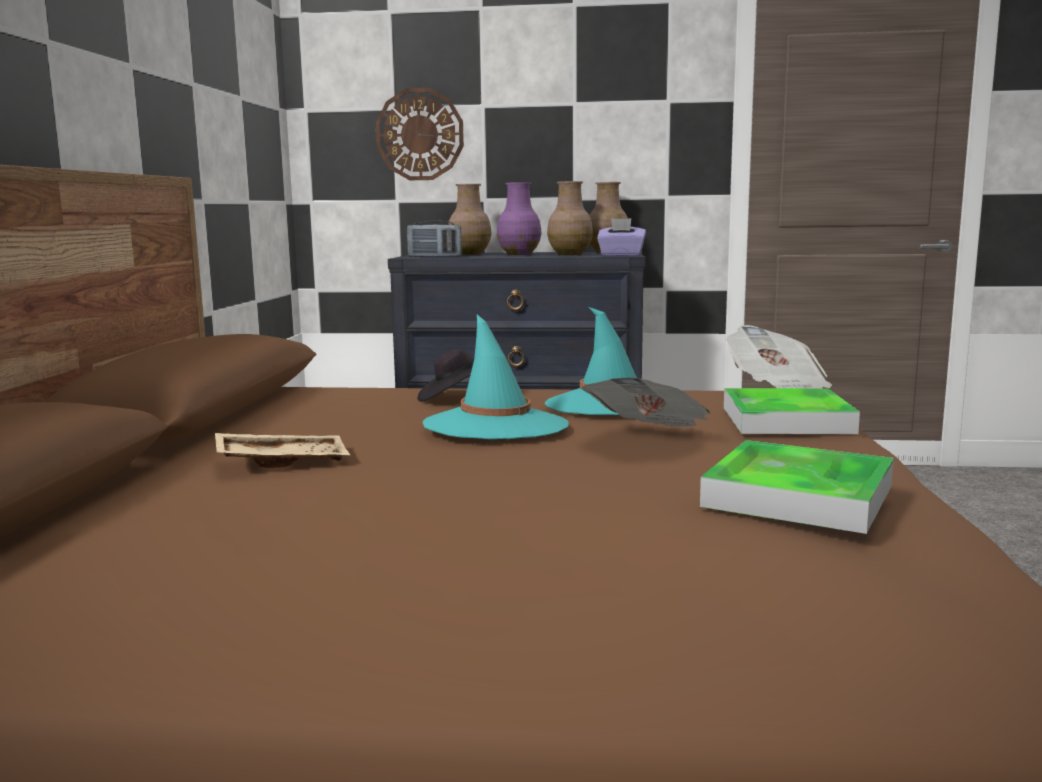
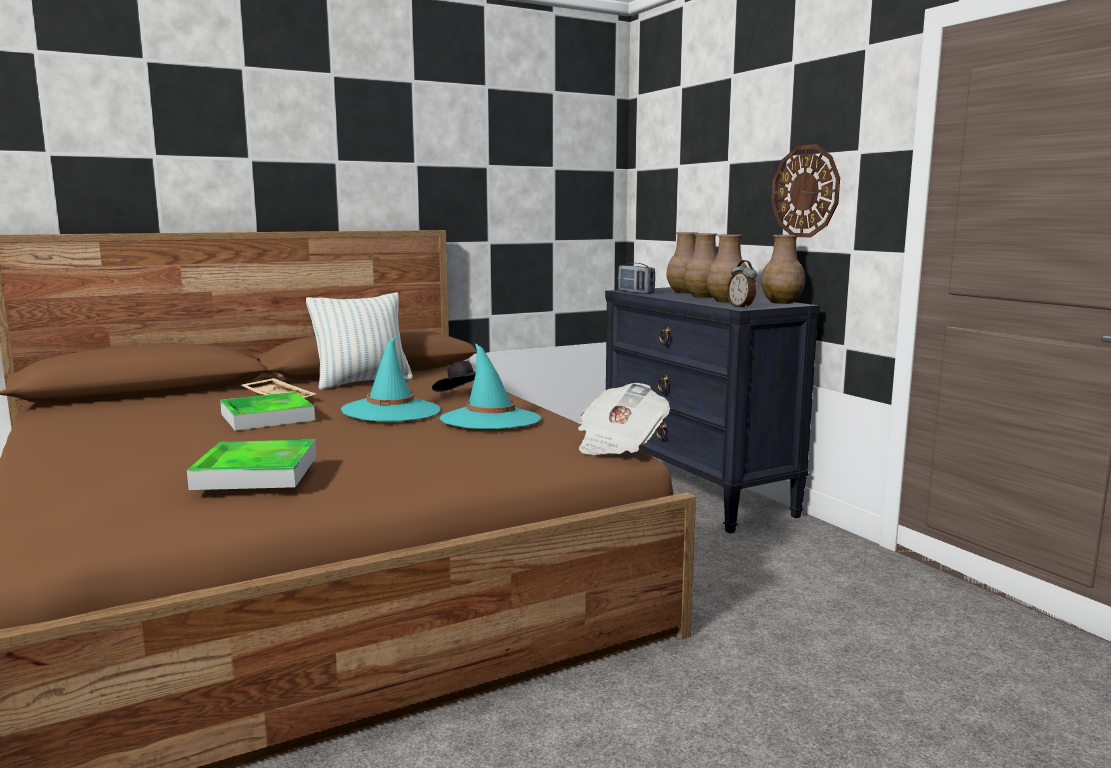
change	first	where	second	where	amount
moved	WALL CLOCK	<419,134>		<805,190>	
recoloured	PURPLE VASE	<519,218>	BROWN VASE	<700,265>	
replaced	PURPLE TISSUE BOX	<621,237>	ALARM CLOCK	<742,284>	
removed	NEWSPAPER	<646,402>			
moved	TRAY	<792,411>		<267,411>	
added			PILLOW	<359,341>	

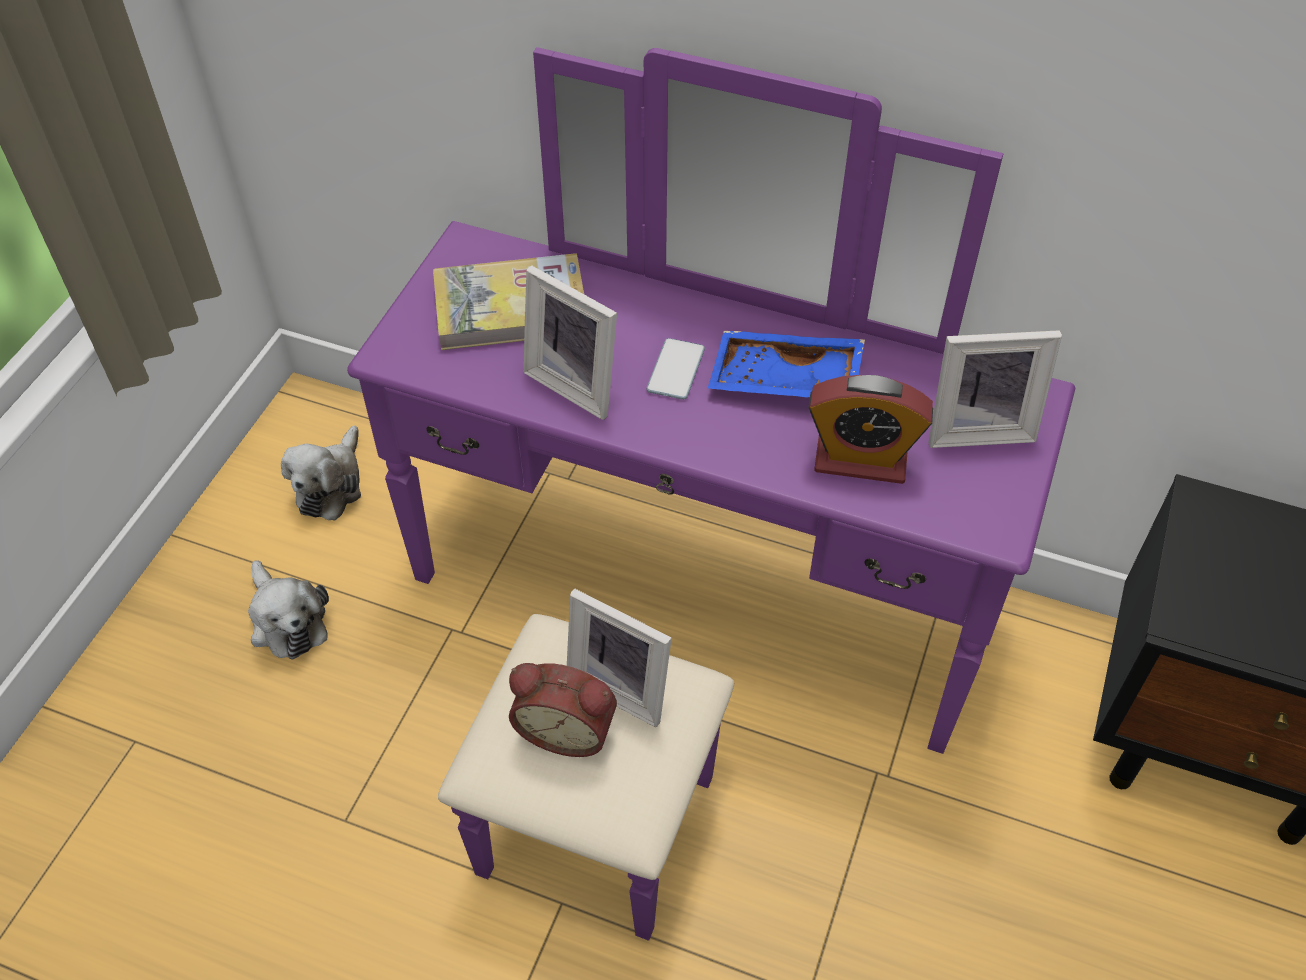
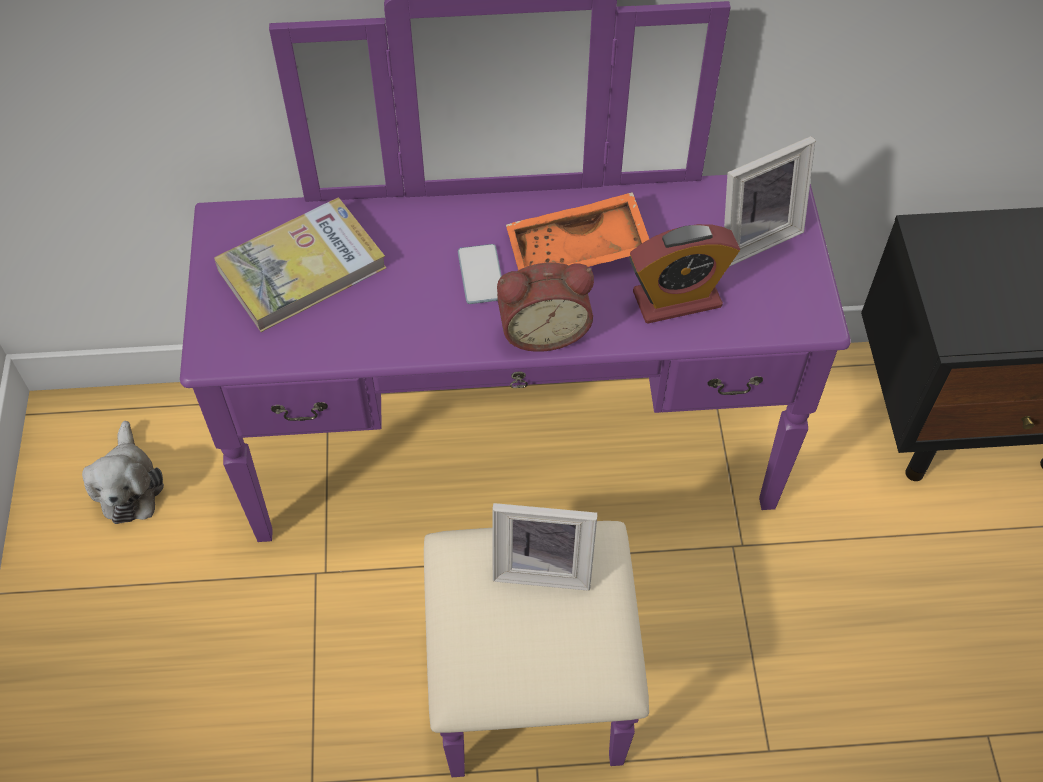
change	first	where	second	where	amount
removed	PICTURE FRAME	<570,342>			
recoloured	BLUE TRAY	<786,364>	ORANGE TRAY	<577,231>	
removed	PLUSH TOY	<288,610>			
moved	ALARM CLOCK	<563,710>		<545,307>	

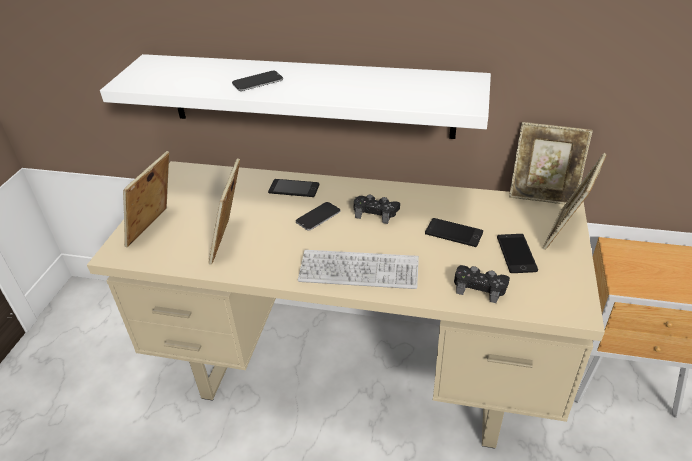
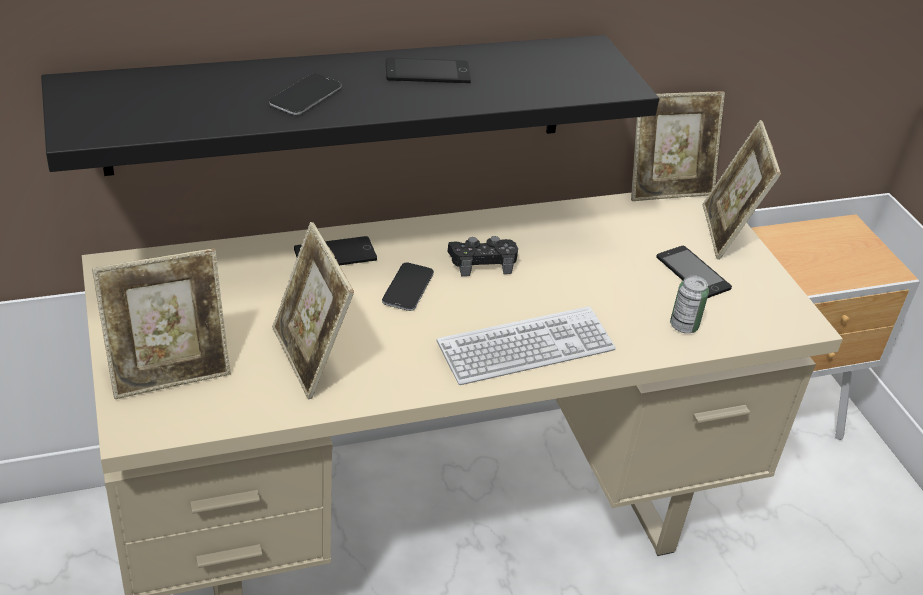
change	first	where	second	where	amount
recoloured	WHITE SHELF	<295,96>	BLACK SHELF	<350,105>	
turned	PICTURE FRAME	<146,199>		<161,323>	105 degrees counterclockwise
moved	PHONE	<454,232>		<428,70>	
replaced	BLACK GAME CONTROLLER	<482,284>	CAN	<689,304>	

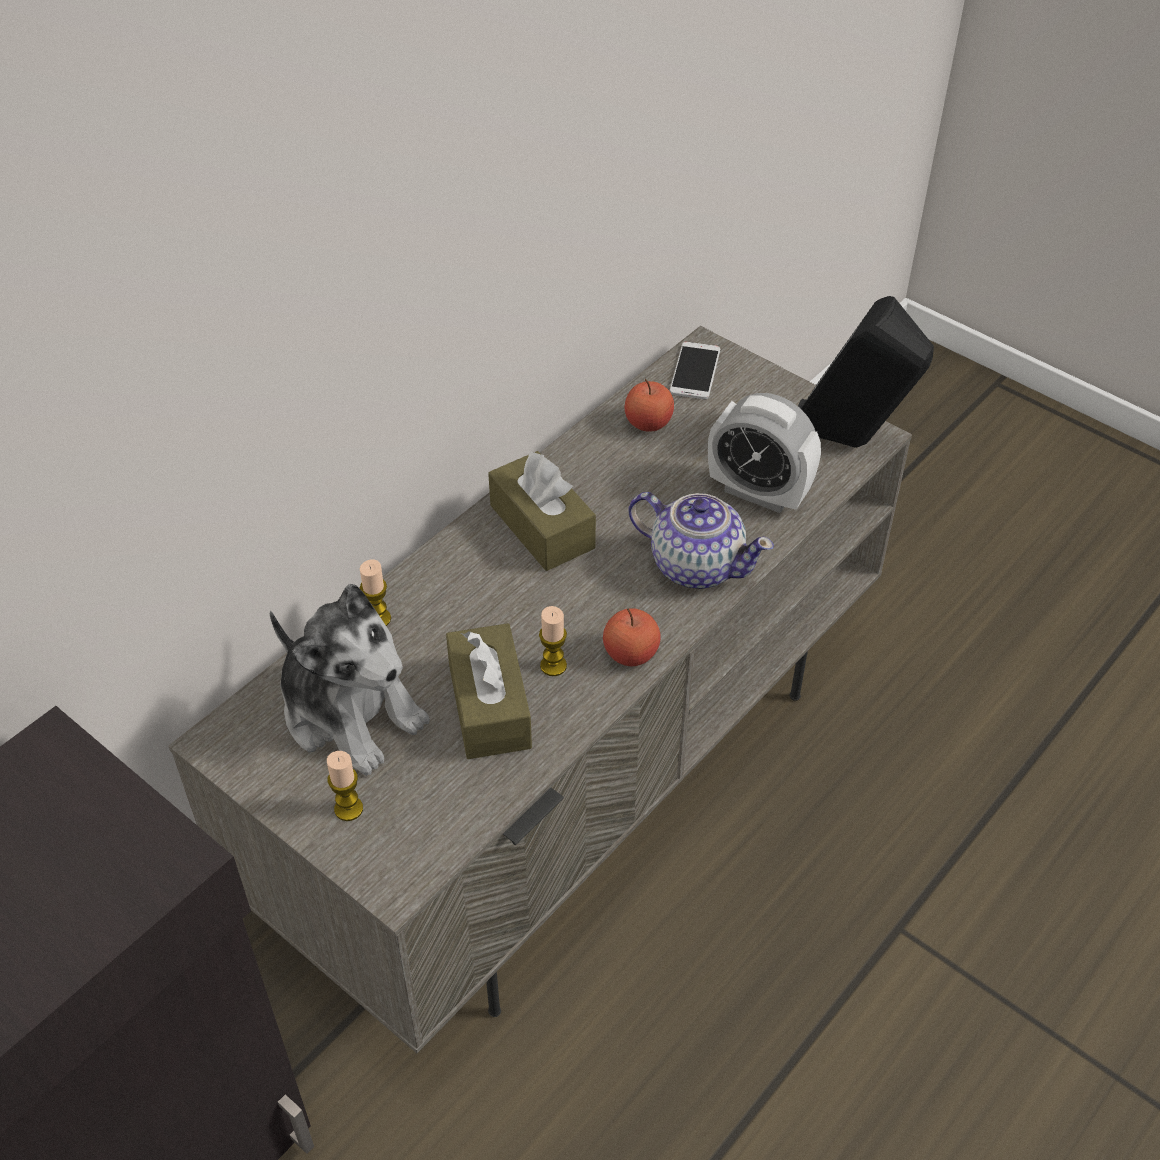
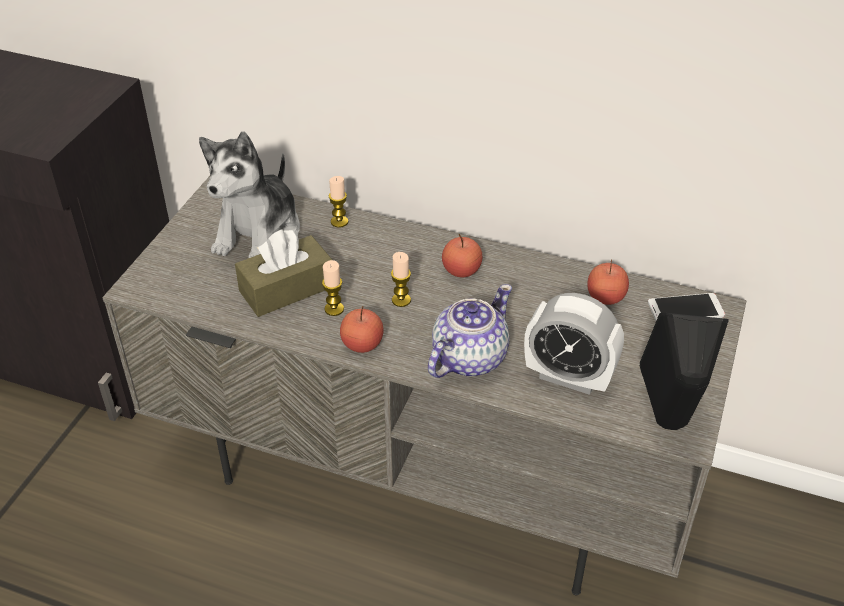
change	first	where	second	where	amount
turned	ALARM CLOCK	<764,453>		<574,344>	75 degrees counterclockwise
replaced	BROWN TISSUE BOX	<542,511>	APPLE	<462,255>	
turned	TEAPOT	<701,540>		<470,331>	150 degrees counterclockwise
moved	CANDLE	<345,786>		<401,279>	

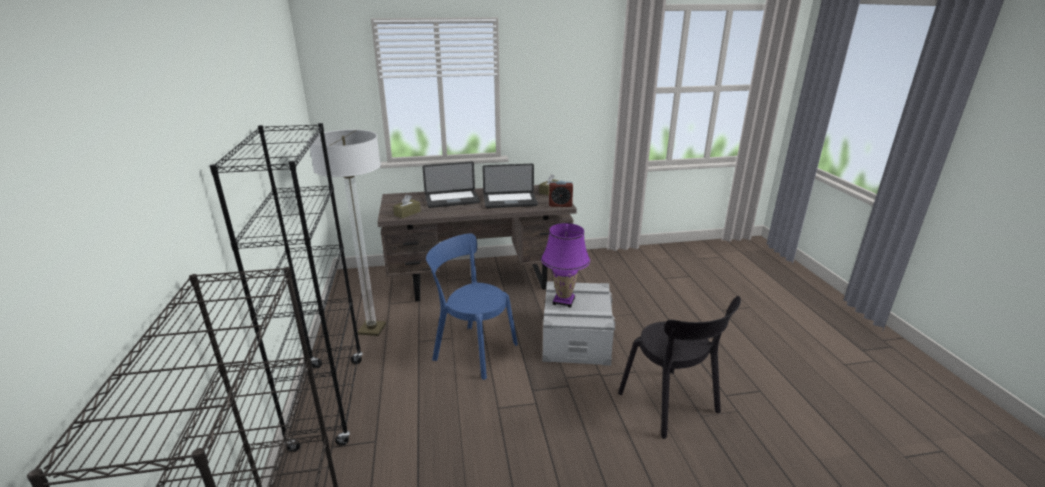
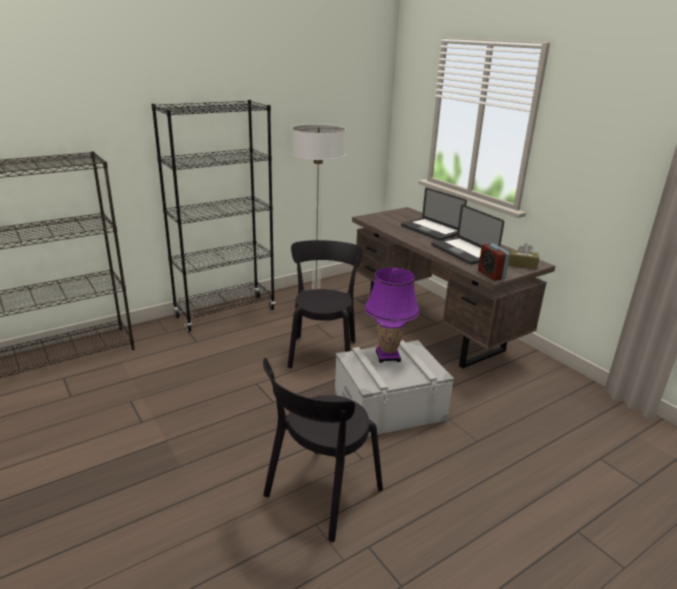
change	first	where	second	where	amount
removed	BROWN TISSUE BOX	<407,206>			
recoloured	BLUE CHAIR	<472,306>	BLACK CHAIR	<325,304>	

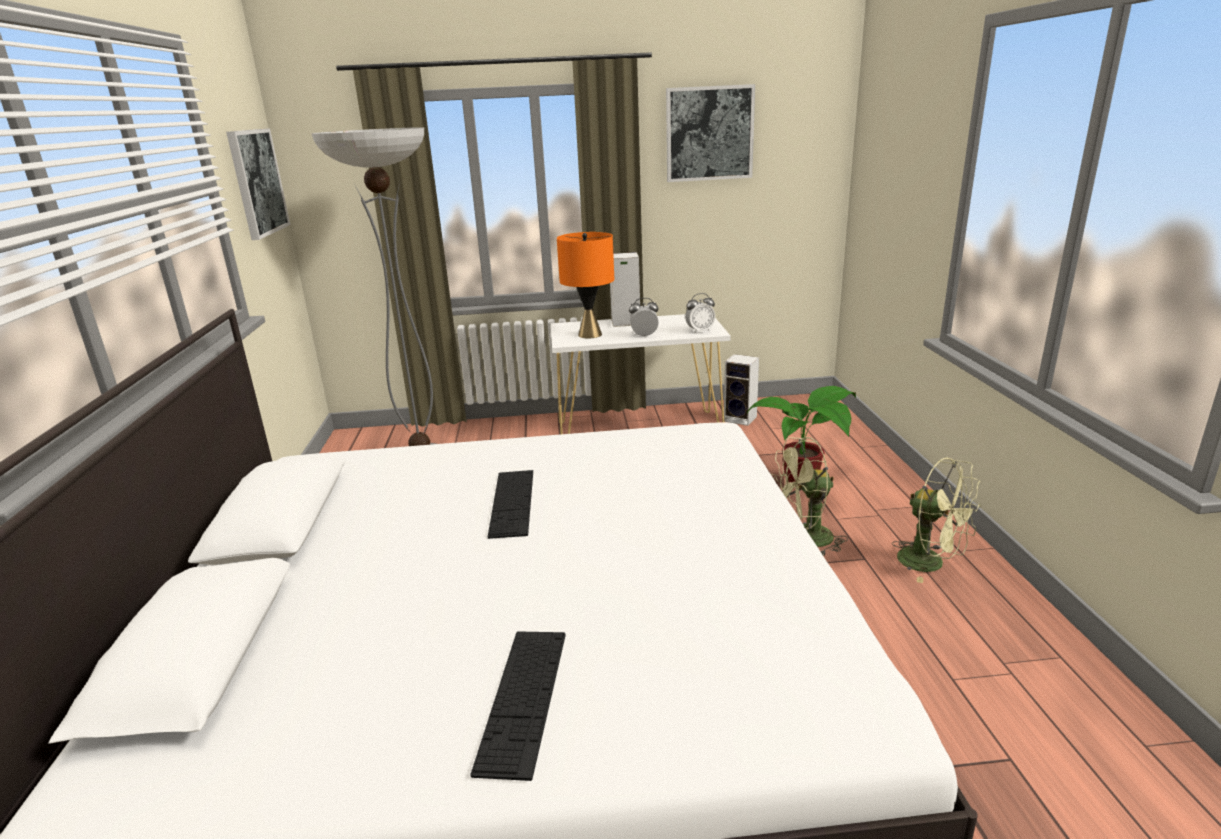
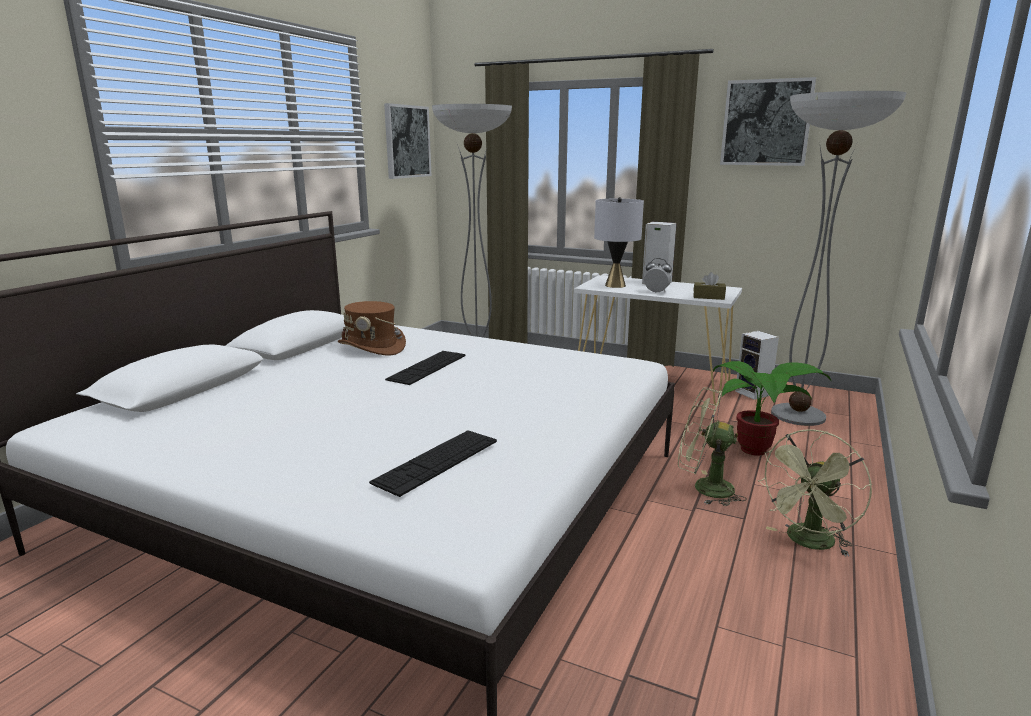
change	first	where	second	where	amount
recoloured	ORANGE TABLE LAMP	<585,285>	GREY TABLE LAMP	<619,242>	
replaced	ALARM CLOCK	<700,313>	BROWN TISSUE BOX	<710,286>	
turned	GREEN FAN	<936,520>		<815,492>	60 degrees clockwise
moved	KEYBOARD	<518,706>		<433,463>	
added			FLOOR LAMP	<838,258>	
added			BROWN HAT	<372,328>	

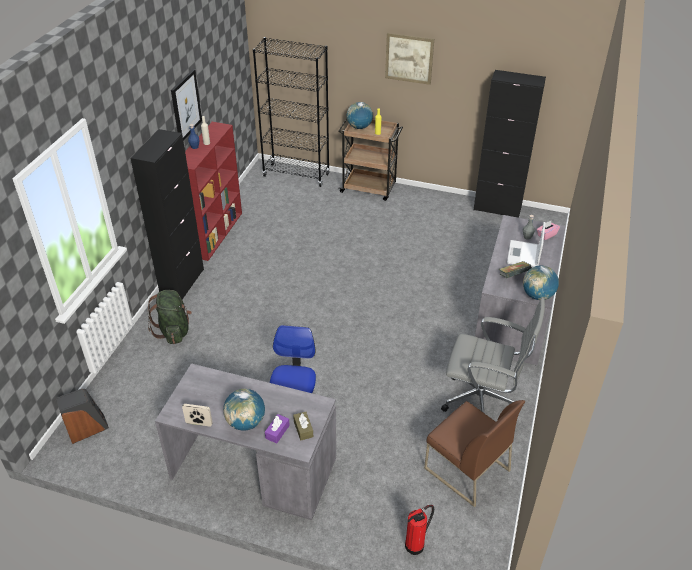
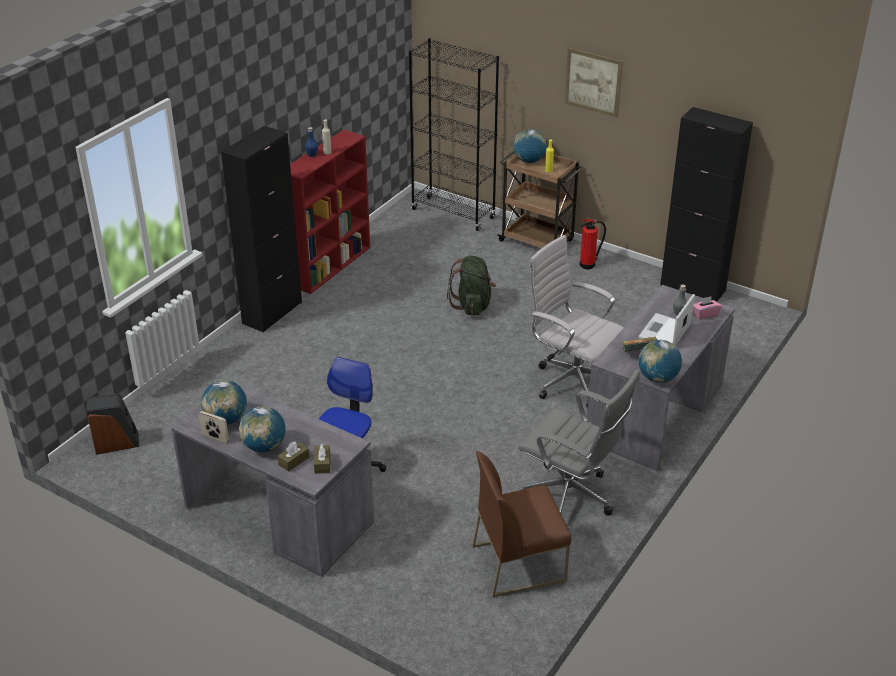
change	first	where	second	where	amount
removed	PICTURE	<186,105>			
moved	GREEN BACKPACK	<169,317>		<471,286>	
turned	BROWN CHAIR	<474,453>		<521,524>	105 degrees clockwise
recoloured	PURPLE TISSUE BOX	<277,428>	BROWN TISSUE BOX	<293,456>	
moved	FIRE EXTINGUISHER	<419,530>		<593,244>	
added			WHITE OFFICE CHAIR	<576,321>	
added			GLOBE	<224,402>	

